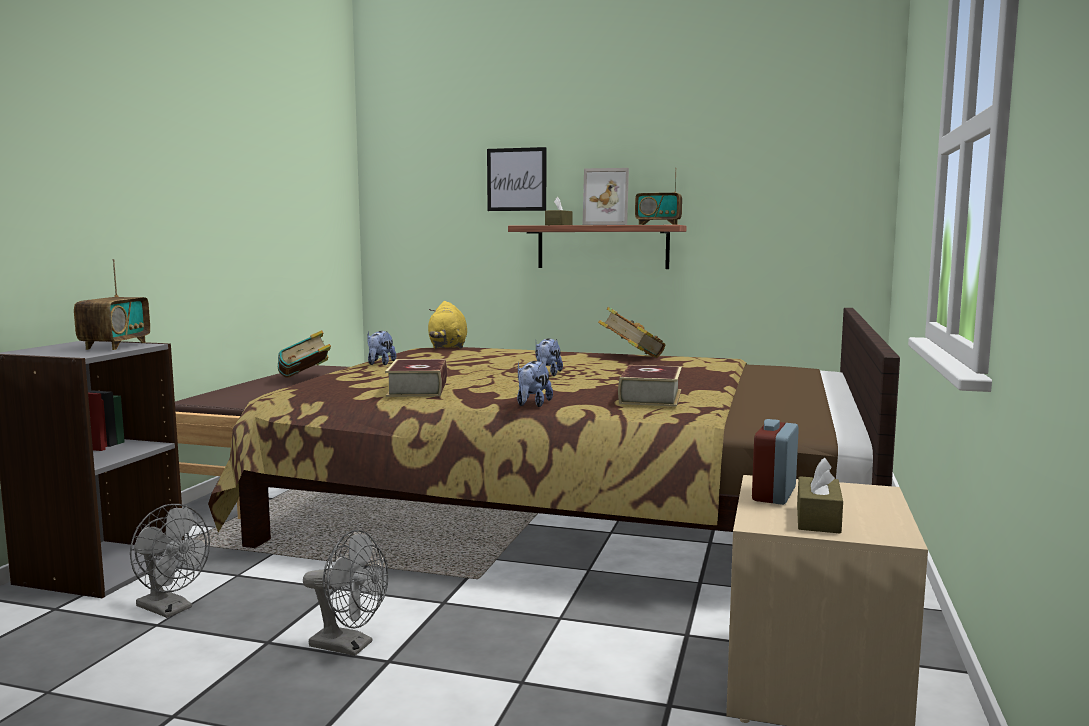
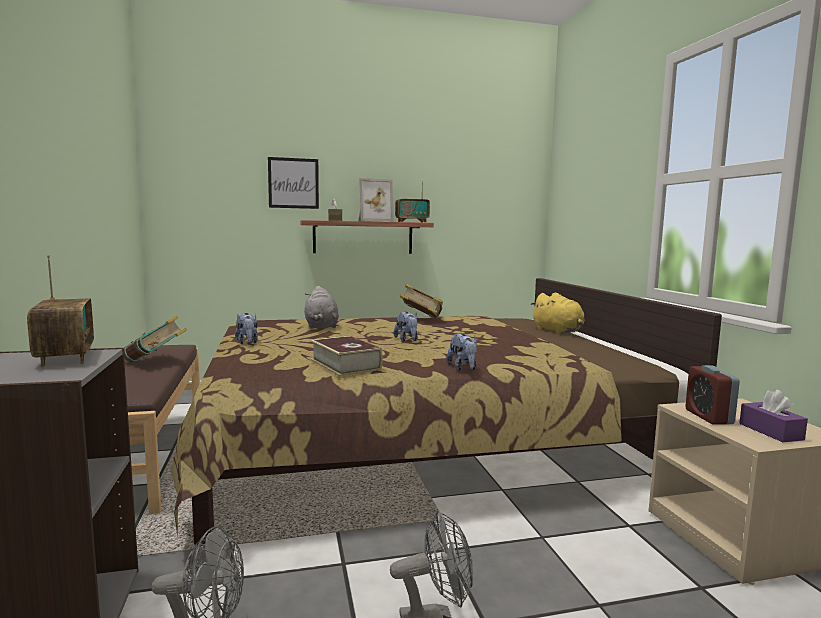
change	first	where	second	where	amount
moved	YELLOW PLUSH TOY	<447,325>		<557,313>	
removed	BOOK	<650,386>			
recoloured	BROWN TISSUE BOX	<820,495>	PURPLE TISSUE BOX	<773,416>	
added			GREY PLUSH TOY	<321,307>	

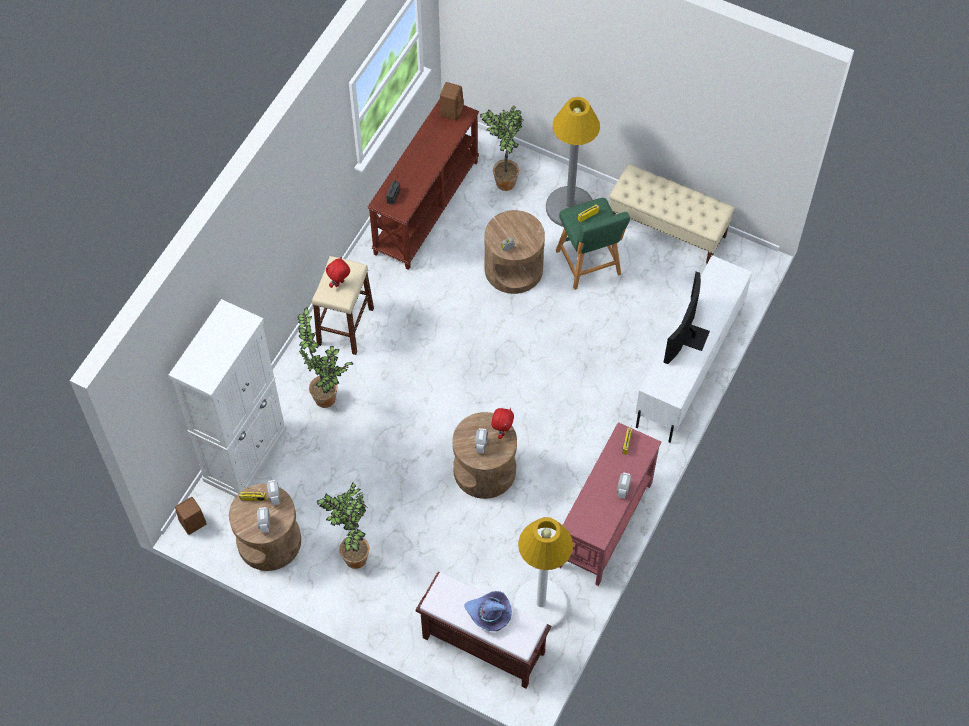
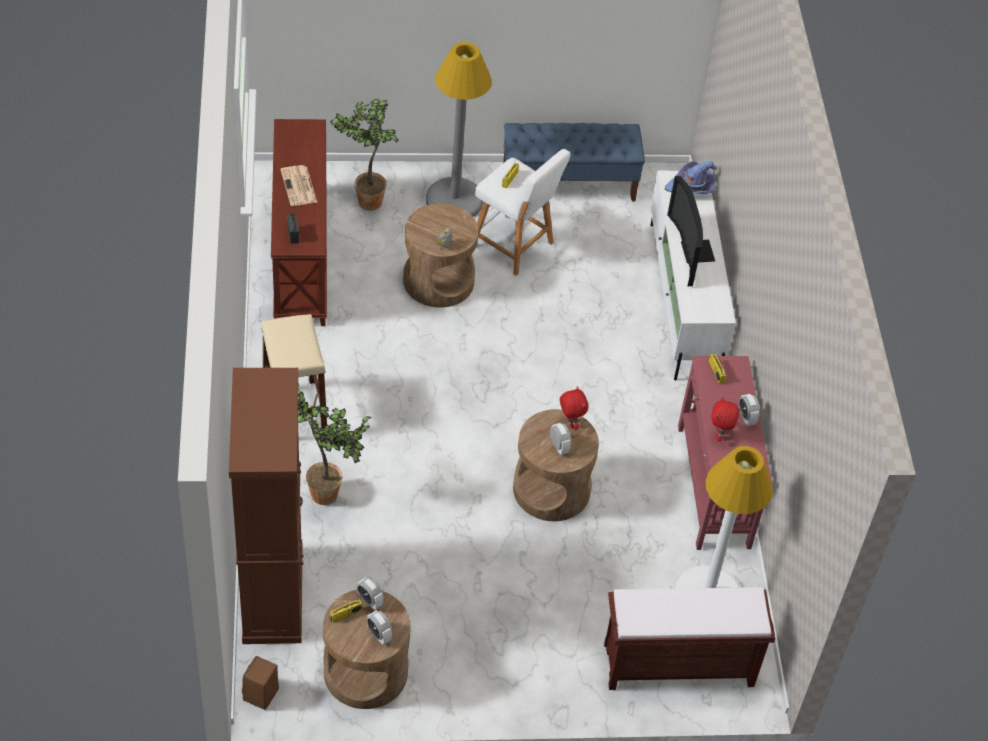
change	first	where	second	where	amount
removed	BROWN SPEAKER	<452,101>			
recoloured	BEIGE BENCH	<672,213>	BLUE BENCH	<574,162>	
recoloured	GREEN STOOL	<593,244>	WHITE STOOL	<523,212>	
moved	RED PLUSH TOY	<338,272>		<725,419>	
recoloured	WHITE CABINET	<228,398>	BROWN CABINET	<266,506>	
removed	POTTED PLANT	<343,526>			
moved	PURPLE HAT	<488,611>		<691,177>	
added			NEWSPAPER	<299,185>	

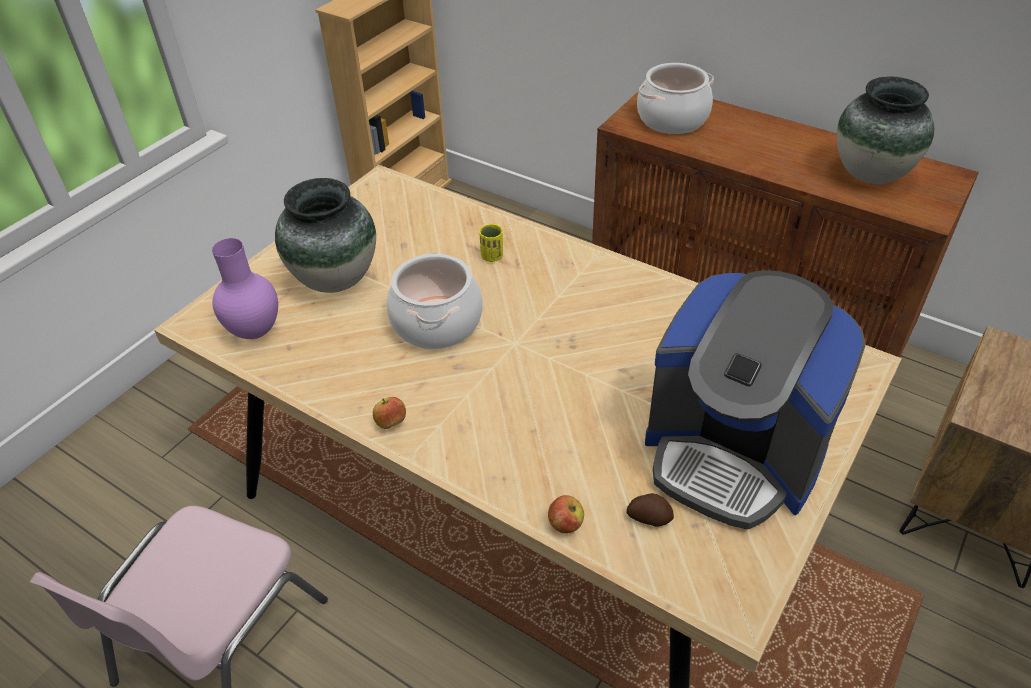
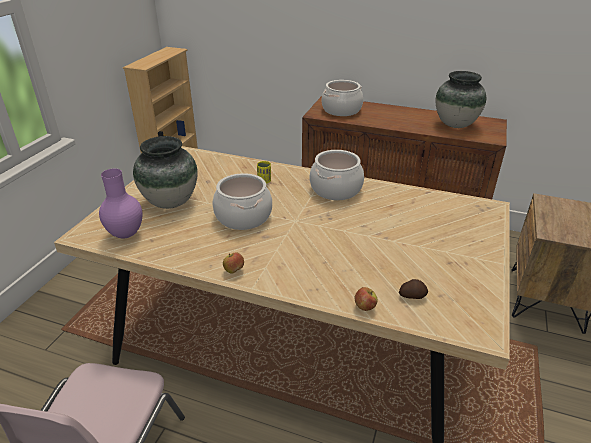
change	first	where	second	where	amount
removed	COFFEE MACHINE	<755,400>			
added			COOKING POT	<337,175>	

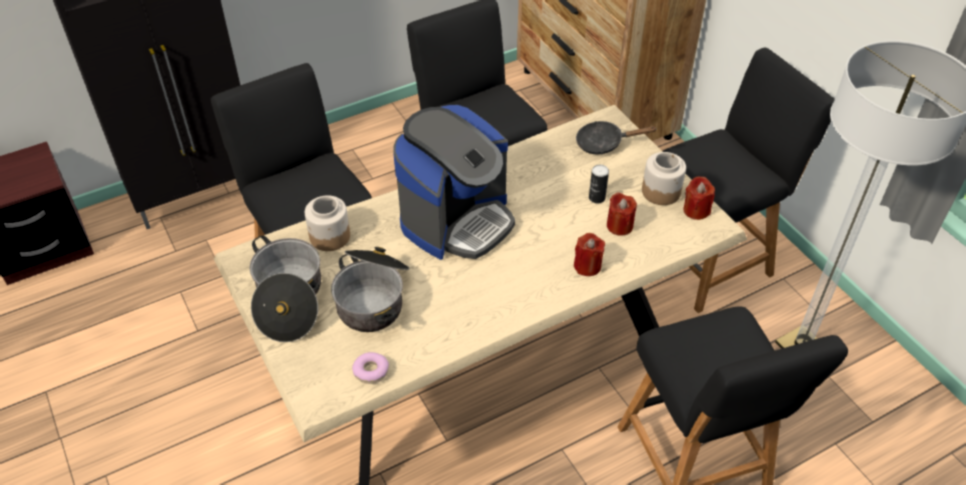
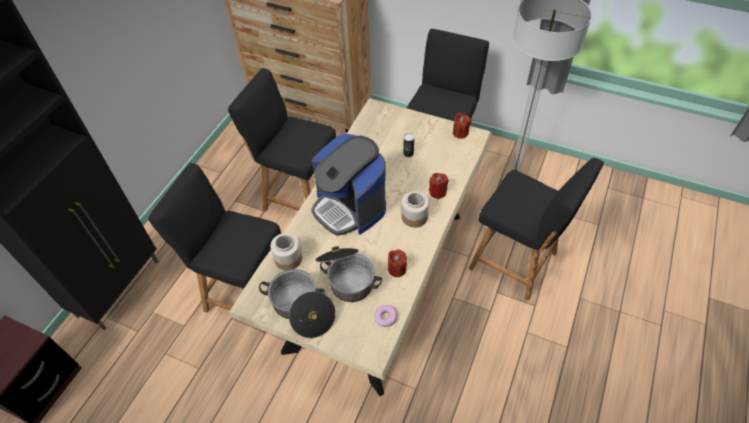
change	first	where	second	where	amount
turned	COFFEE MACHINE	<454,182>		<348,185>	135 degrees clockwise
removed	BLACK FRYING PAN	<616,137>			
moved	JAR	<664,178>		<415,209>	
moved	RED CANDLE	<622,214>		<397,263>	

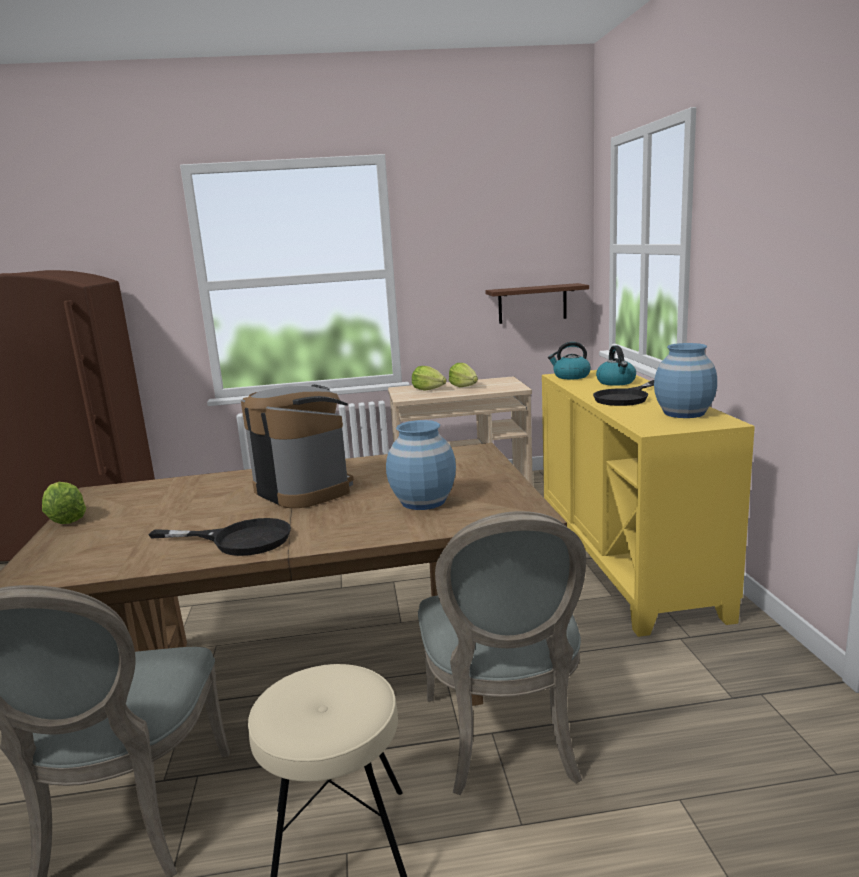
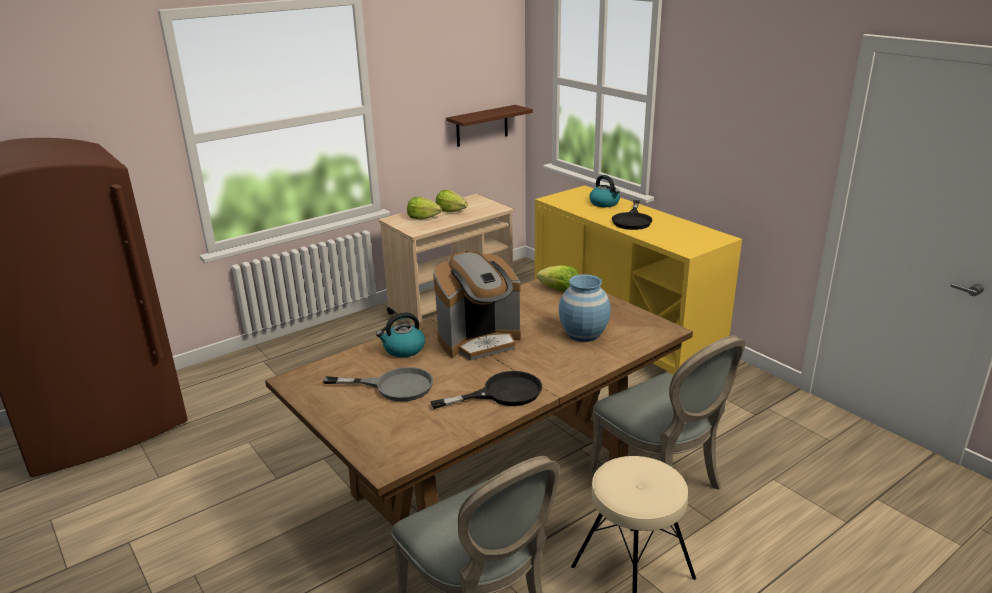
change	first	where	second	where	amount
moved	KETTLE	<569,360>		<400,334>	
removed	BLUE VASE	<685,380>			
turned	COFFEE MACHINE	<297,446>		<477,305>	135 degrees clockwise
moved	LETTUCE	<64,503>		<558,278>	
added			GREY FRYING PAN	<378,384>	

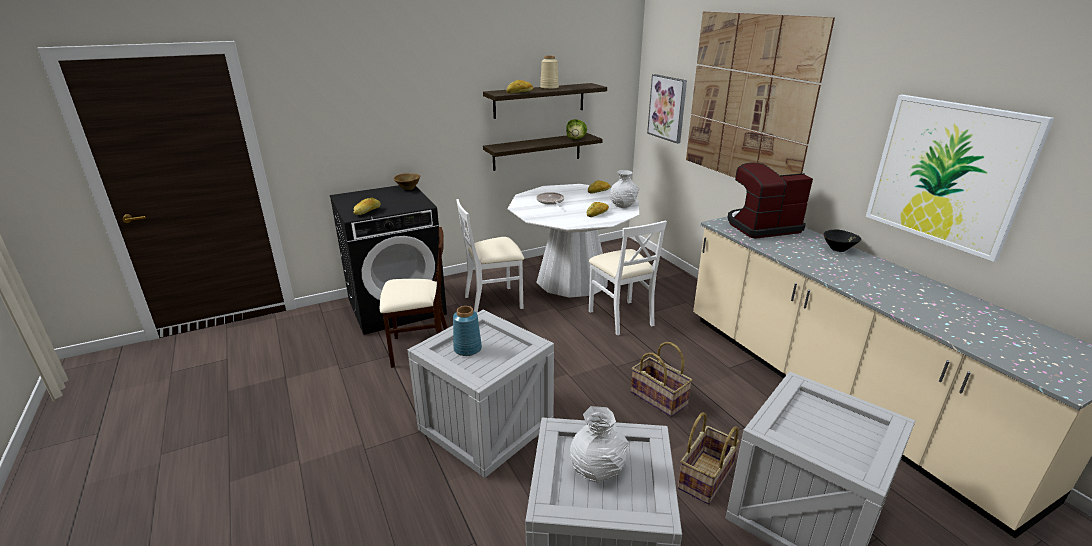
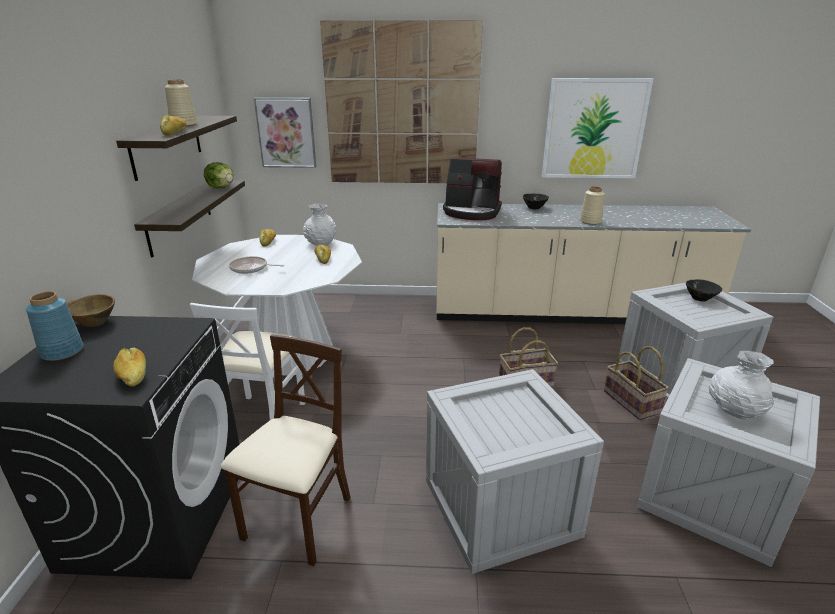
change	first	where	second	where	amount
turned	COFFEE MACHINE	<770,201>		<472,188>	90 degrees counterclockwise
removed	WHITE CHAIR	<628,277>			
moved	BLUE VASE	<467,331>		<55,326>	
added			BEIGE VASE	<592,205>	
added			BLACK BOWL	<704,290>	

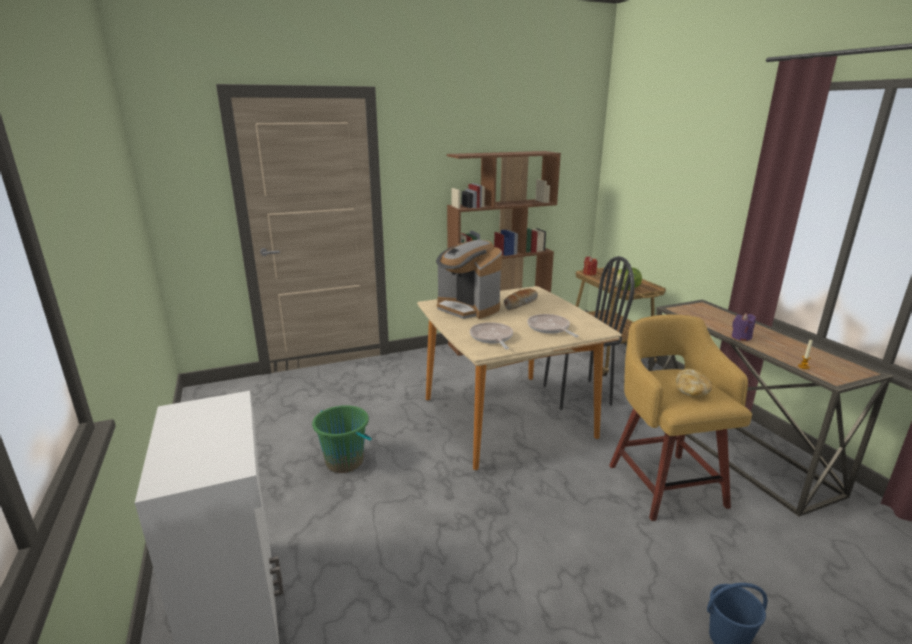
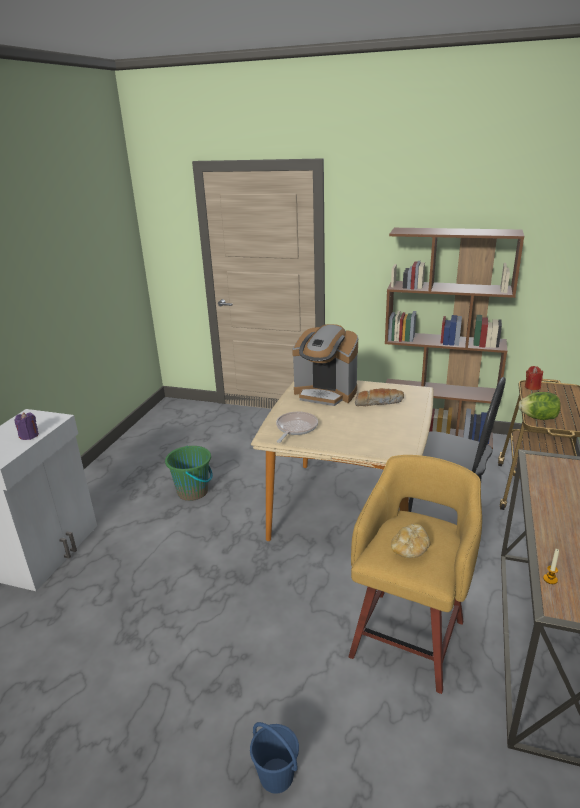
change	first	where	second	where	amount
turned	COFFEE MACHINE	<469,279>		<325,365>	60 degrees counterclockwise
moved	PURPLE CANDLE	<744,327>		<26,426>	
removed	FRYING PAN	<552,325>			

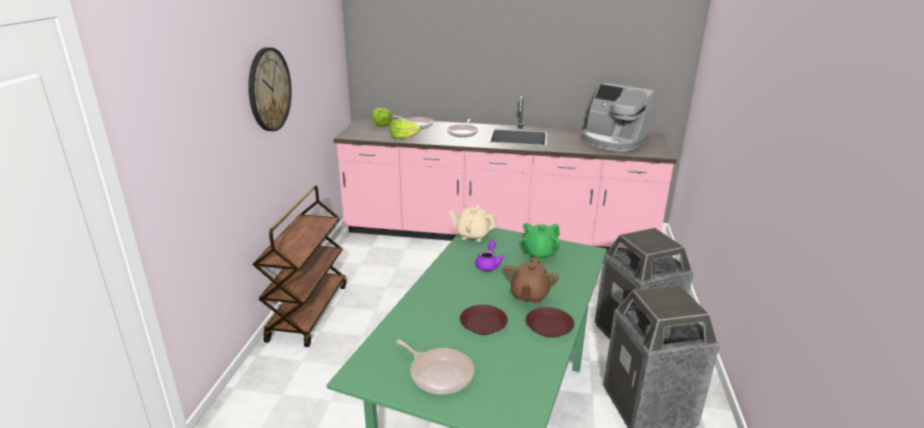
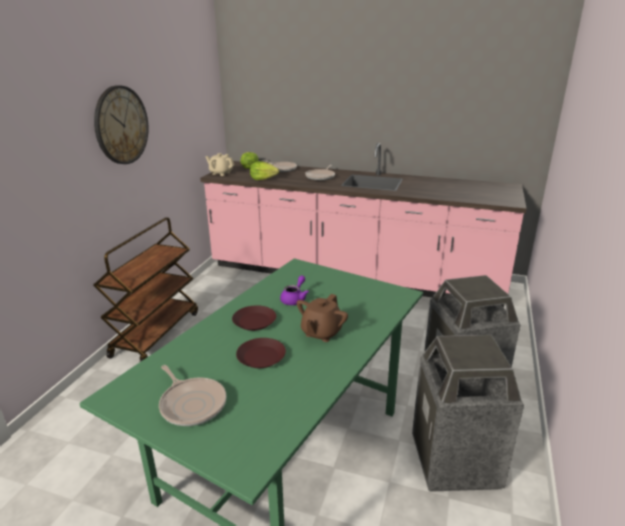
change	first	where	second	where	amount
removed	COFFEE MACHINE	<618,117>			
moved	BEIGE TEAPOT	<473,223>		<219,164>	
removed	GREEN TEAPOT	<541,242>			
moved	BROWN PLATE	<550,322>		<254,318>	

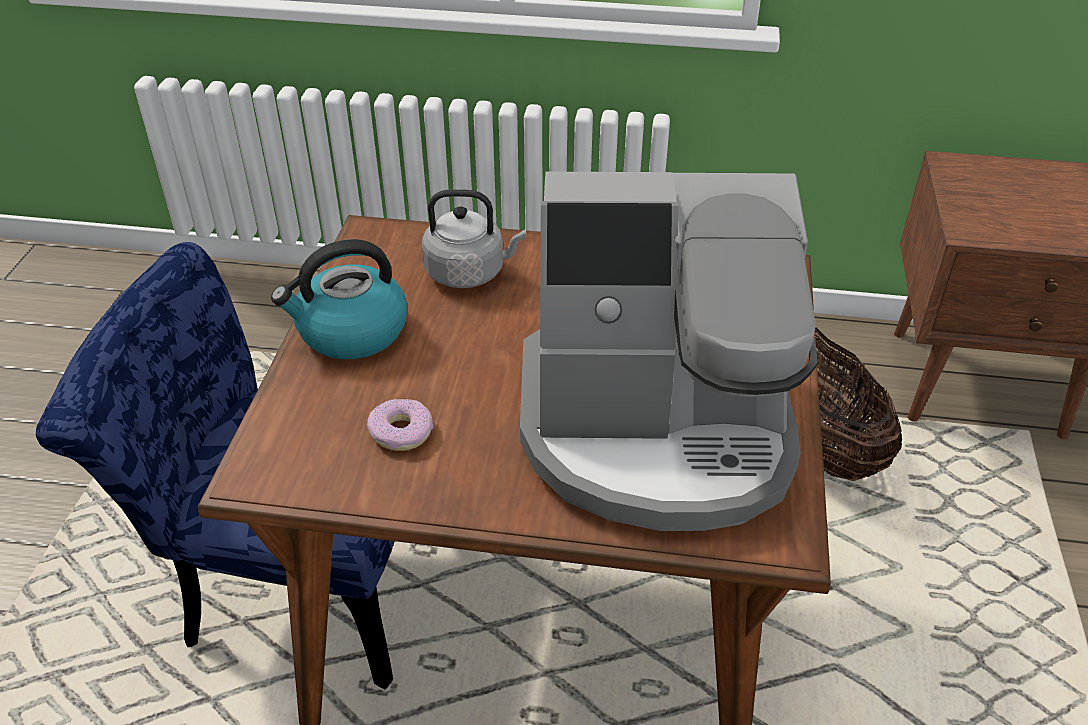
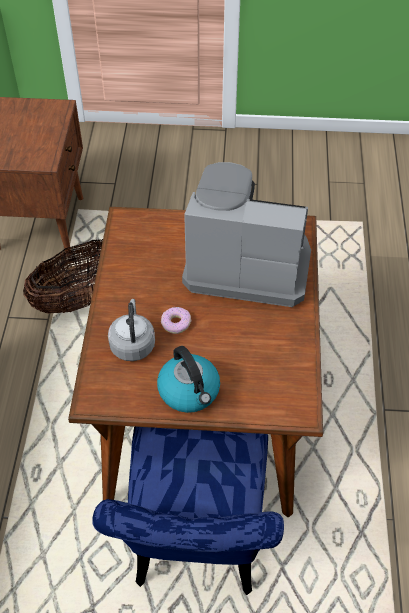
change	first	where	second	where	amount
turned	COFFEE MACHINE	<669,351>		<246,234>	75 degrees counterclockwise
moved	DONUT	<400,425>		<176,320>	

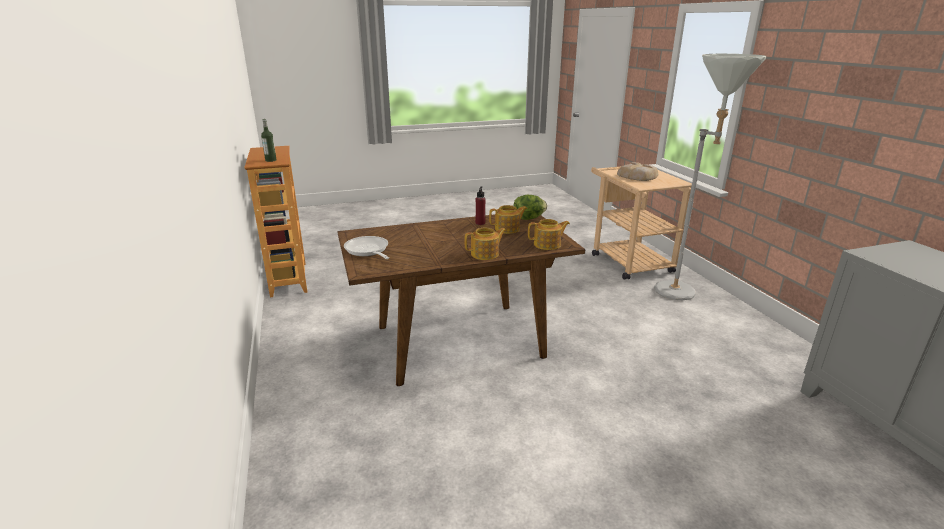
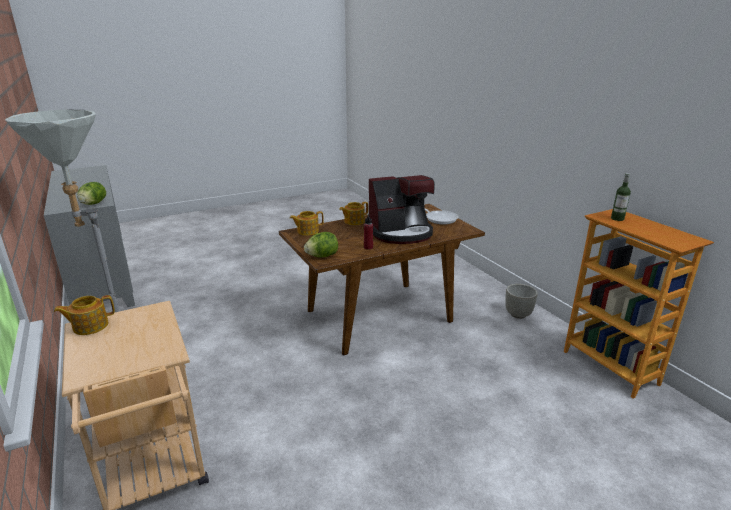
change	first	where	second	where	amount
removed	BREAD	<637,171>			
moved	TEAPOT	<508,219>		<84,315>	
added			COFFEE MACHINE	<402,209>	
added			LETTUCE	<91,193>	
added			GREY PLANTER	<521,301>	

